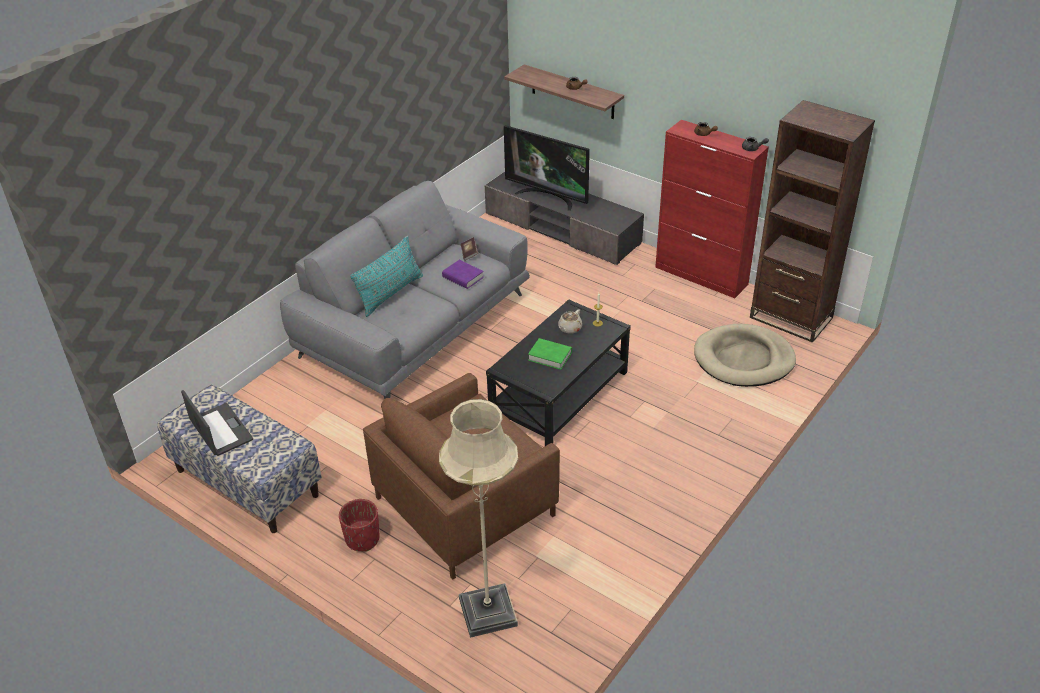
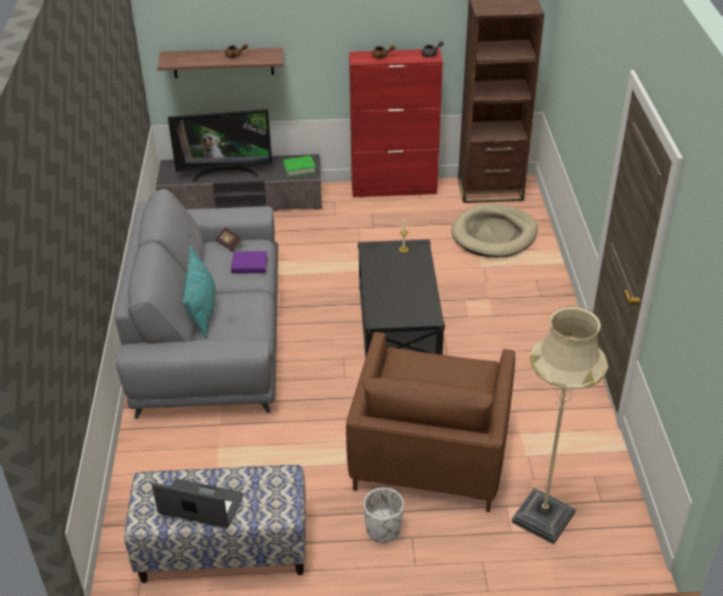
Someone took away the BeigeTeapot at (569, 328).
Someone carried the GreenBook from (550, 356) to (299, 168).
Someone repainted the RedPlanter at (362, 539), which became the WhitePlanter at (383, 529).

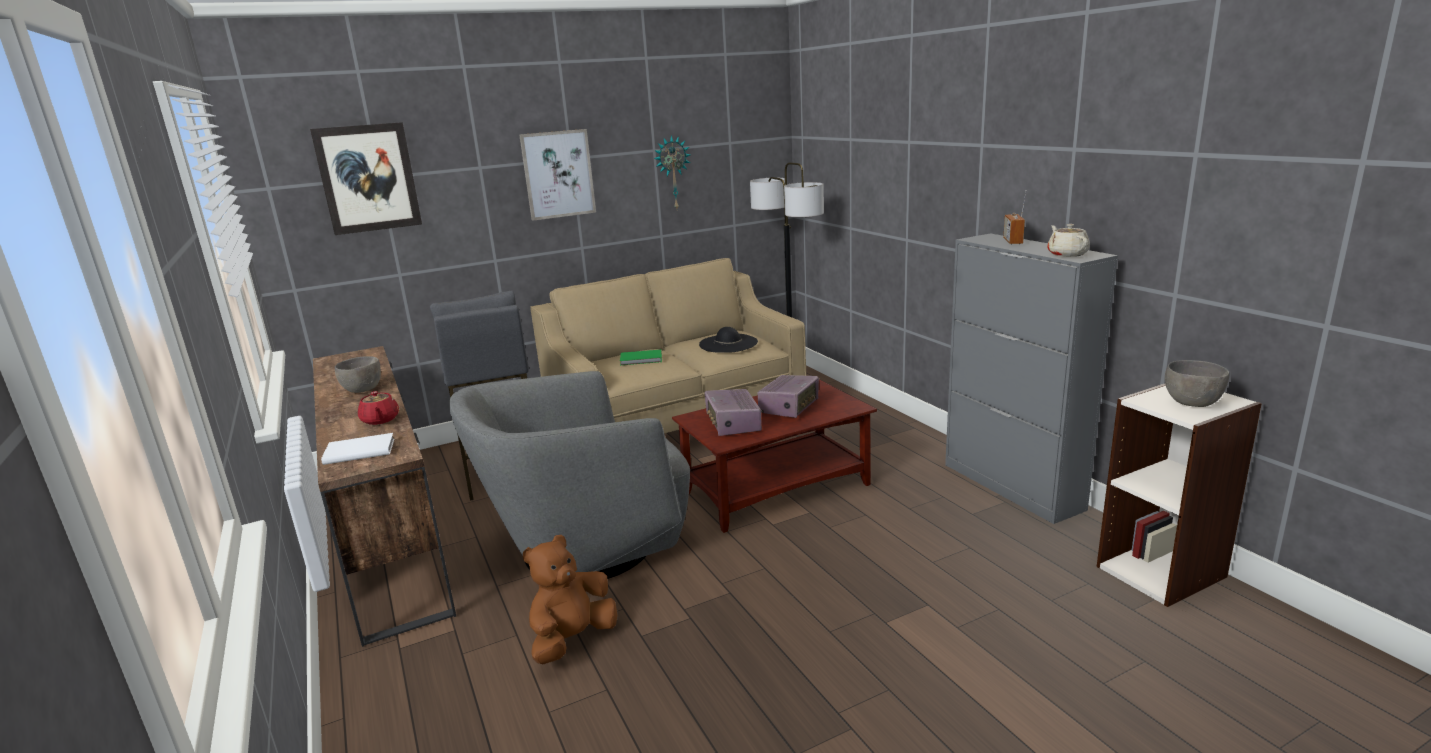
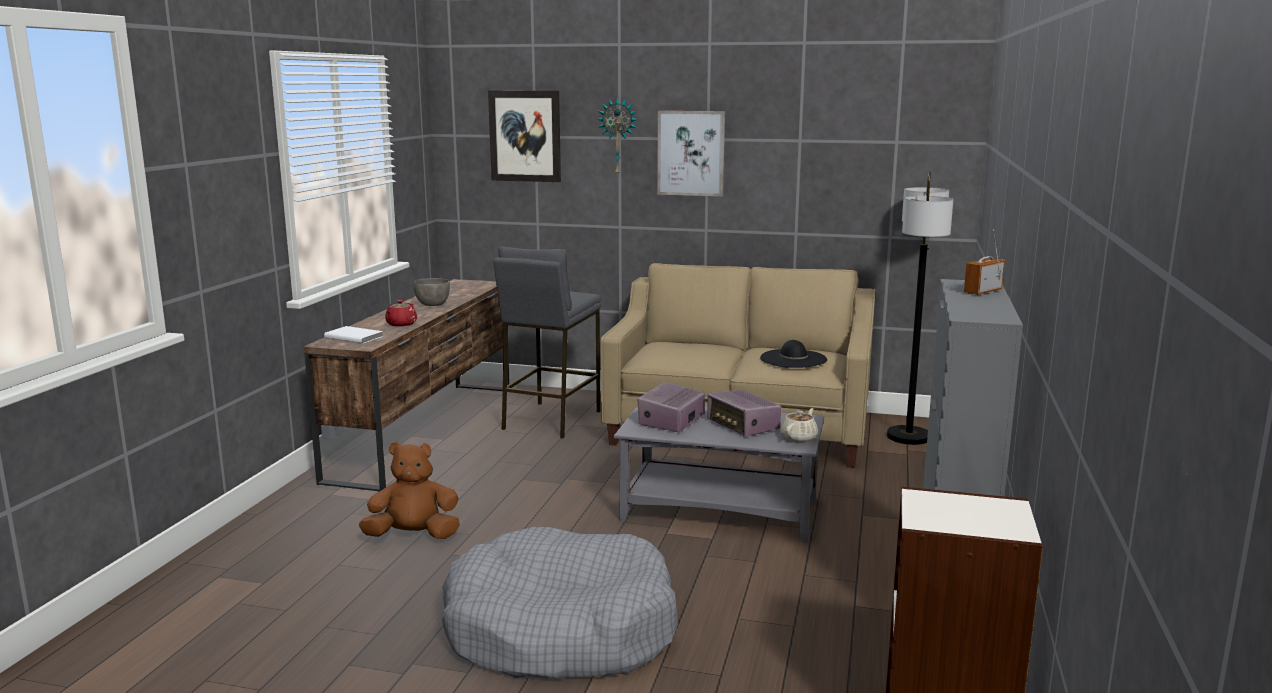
Someone took away the GreyArmchair at (585, 547).
Someone took away the GreenBook at (641, 359).
Someone took away the GreyBowl at (1191, 403).
Someone put down the GreyDogBed at (560, 630).
Someone carried the WallClock from (672, 173) to (618, 137).
Someone carried the BeigeTeapot from (1066, 254) to (799, 438).
Someone repainted the BrownCoffeeTable at (777, 488), which became the GreyCoffeeTable at (721, 511).
Someone rotated the Radio at (789, 407) by 75 degrees clockwise.

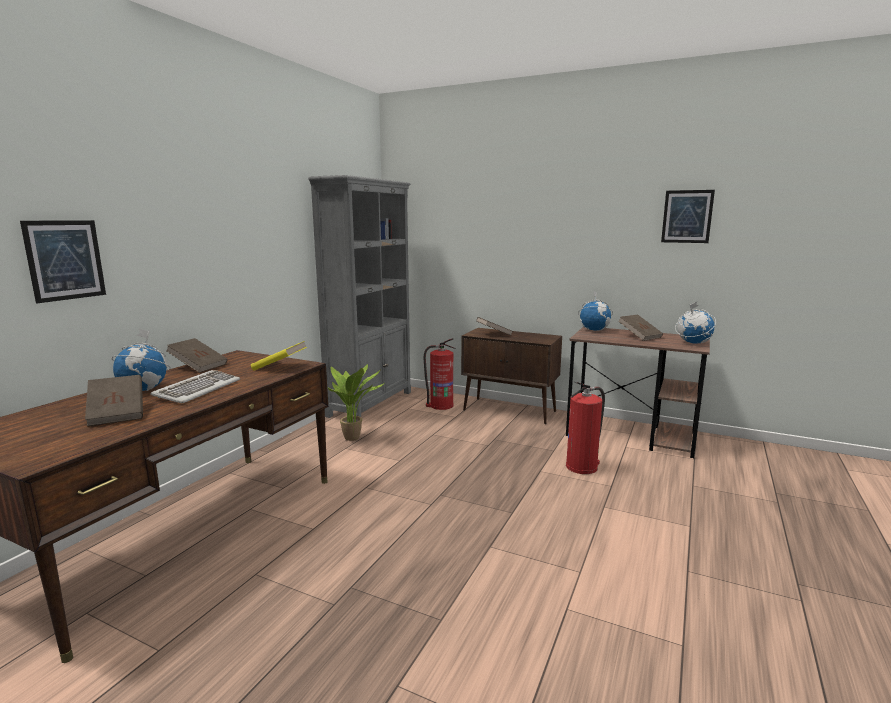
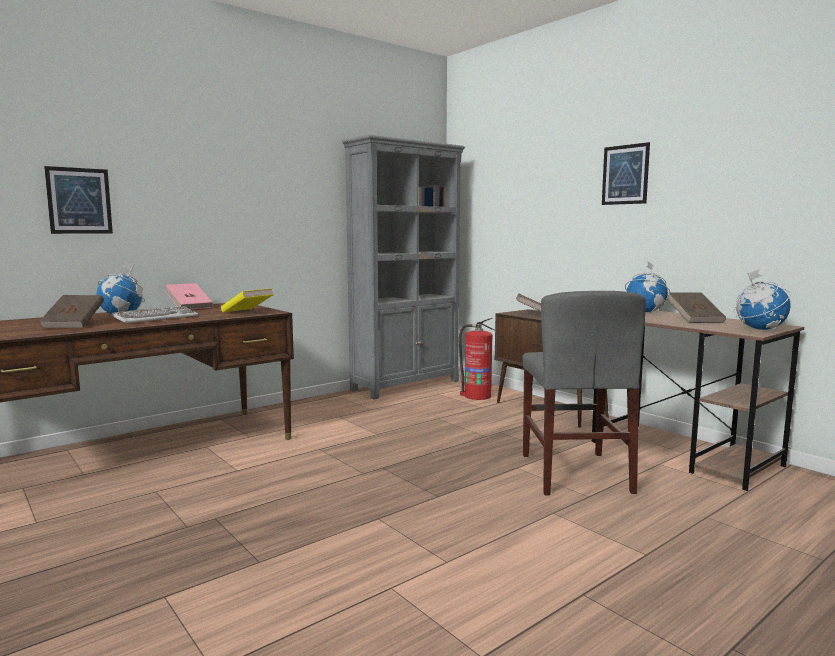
Someone took away the PottedPlant at (354, 438).
Someone carried the Picture from (687, 216) to (625, 174).
Someone swapped the FireExtinguisher at (582, 467) for the GreyChair at (574, 473).
Someone repainted the BrownBook at (198, 366), which became the PinkBook at (189, 307).

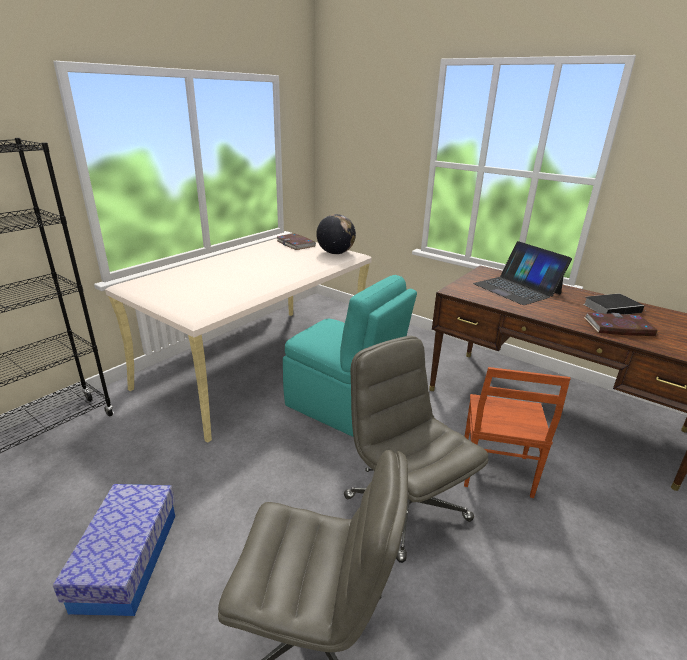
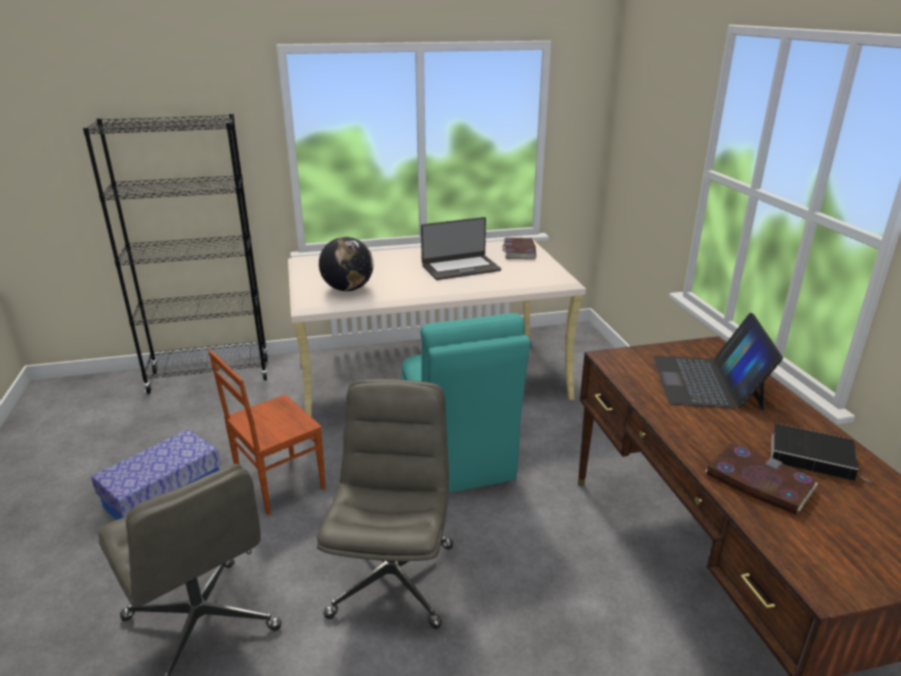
Someone put down the Laptop at (460, 268).
Someone carried the Globe from (335, 253) to (348, 289).
Someone carried the BrownChair from (494, 472) to (278, 483).

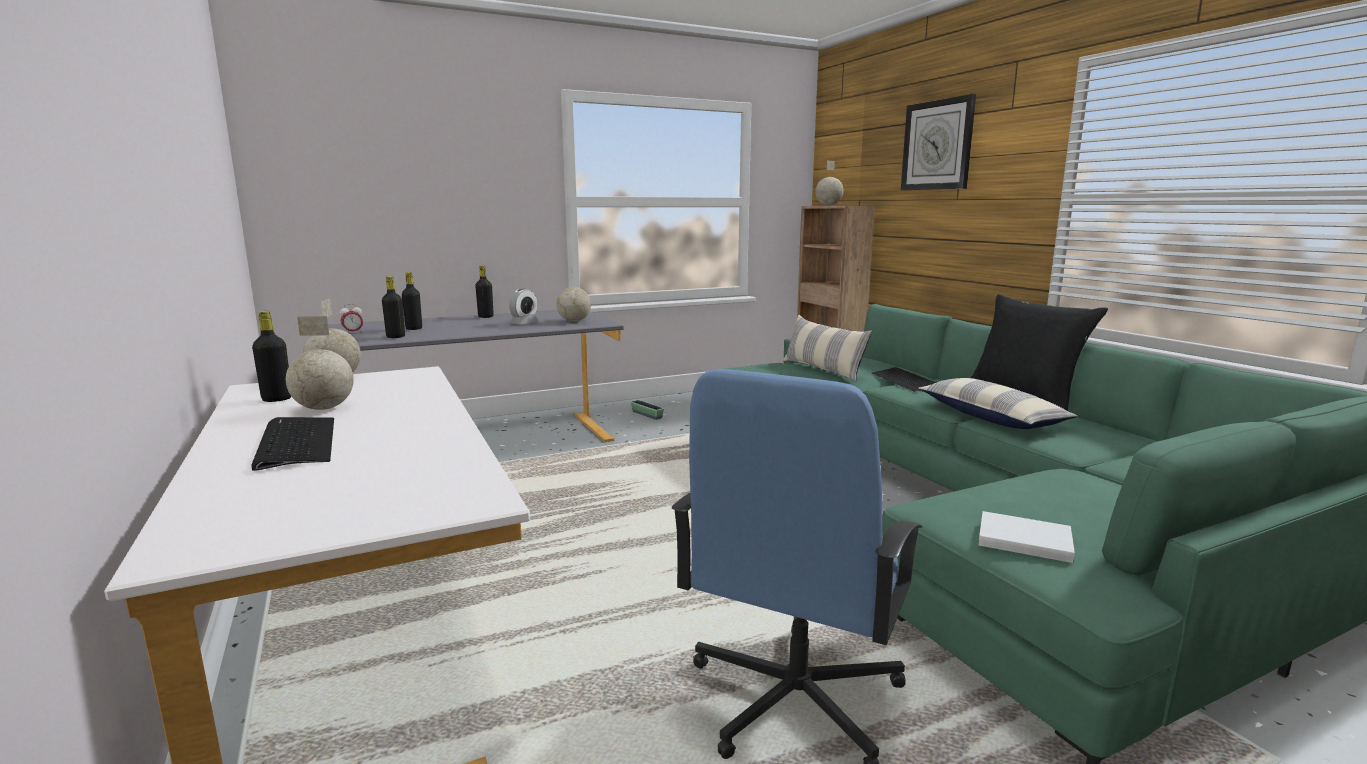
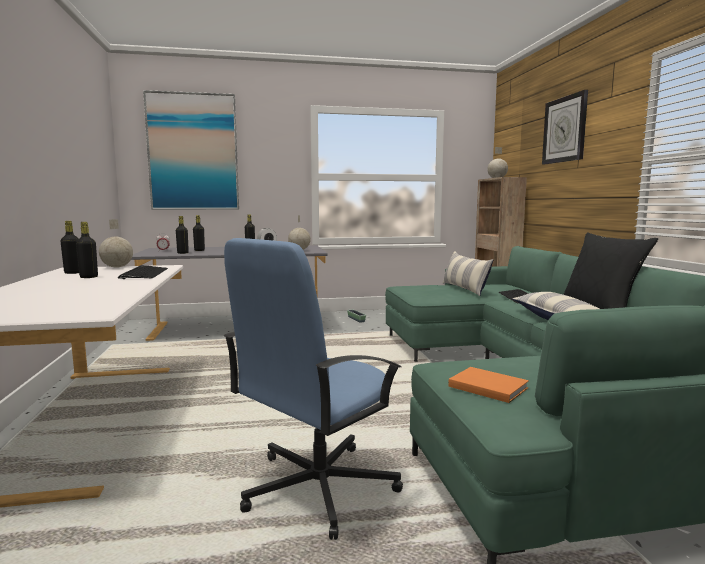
Someone put up the Picture at (193, 152).
Someone carried the Keyboard from (296, 443) to (144, 274).
Someone swapped the Globe at (324, 408) for the BlackBottle at (89, 277).
Someone repainted the WhiteBook at (1021, 539), which became the OrangeBook at (486, 386).

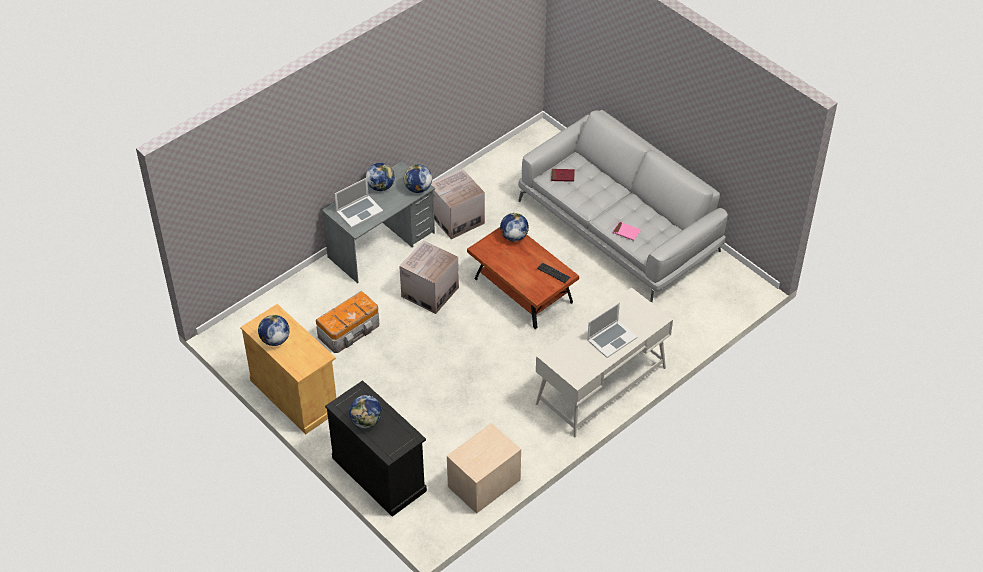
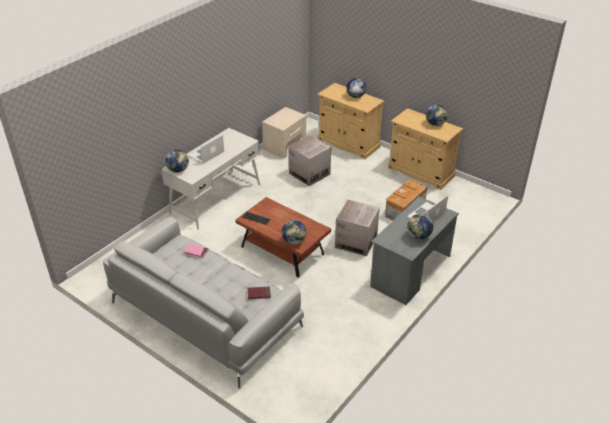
Someone carried the Globe from (418, 188) to (178, 170).
Someone carried the CardboardBox from (457, 219) to (309, 174).
Someone repainted the BlackCabinet at (379, 474), which became the BeigeCabinet at (348, 143).

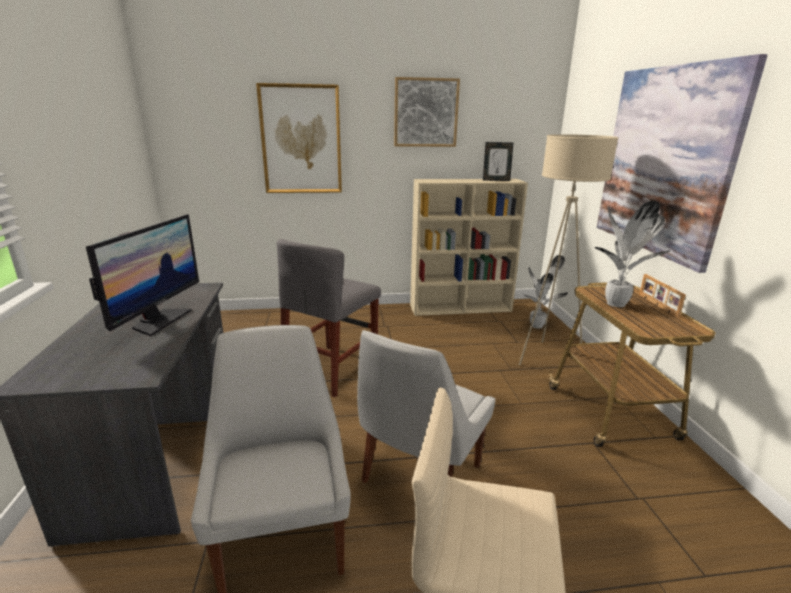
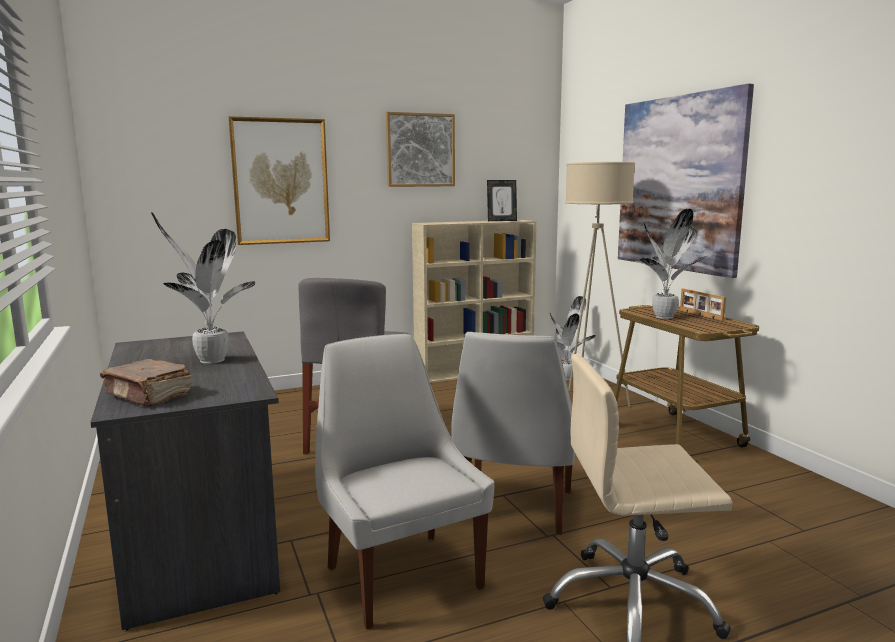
Someone put down the BrownBook at (149, 395).
Someone swapped the Monitor at (158, 320) for the PottedPlant at (209, 360).

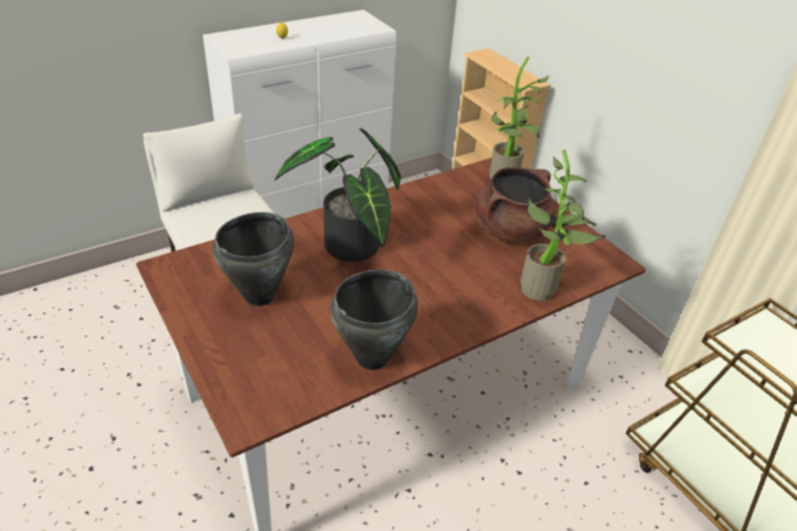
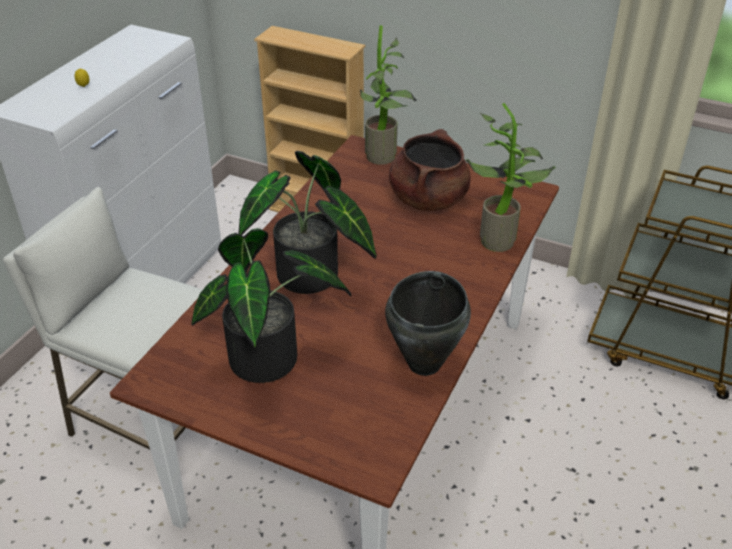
Someone swapped the BlackCookingPot at (260, 296) for the PottedPlant at (271, 361).

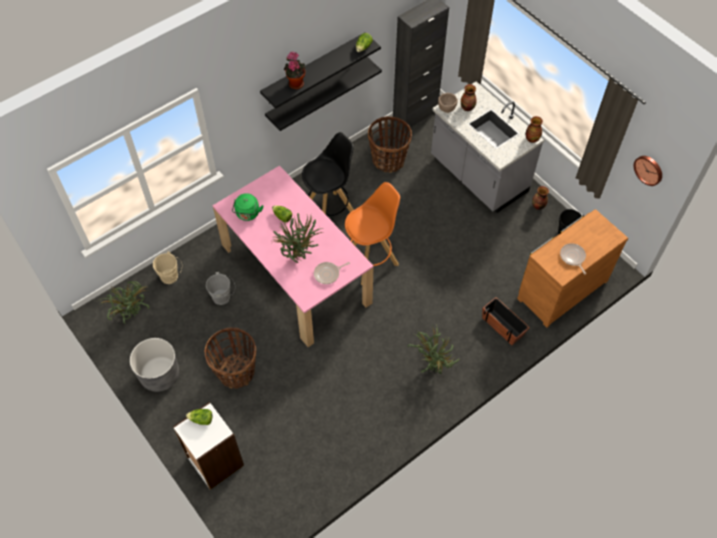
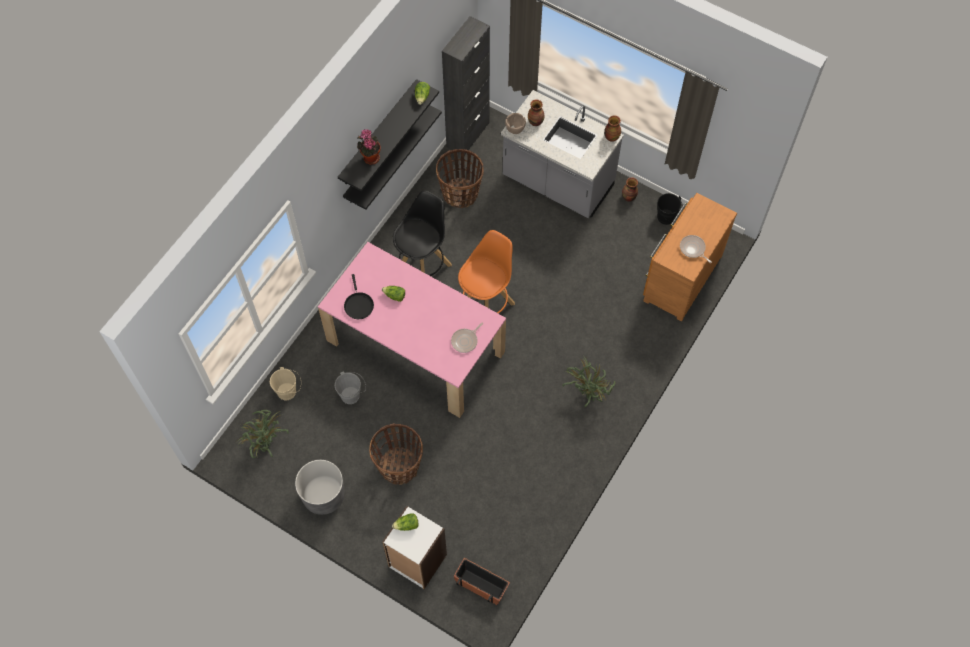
Someone took away the PottedPlant at (299, 256).
Someone took away the WallClock at (649, 169).
Someone carried the Planter from (502, 326) to (481, 585).
Someone swapped the GreenKettle at (247, 214) for the BlackFryingPan at (358, 304).

